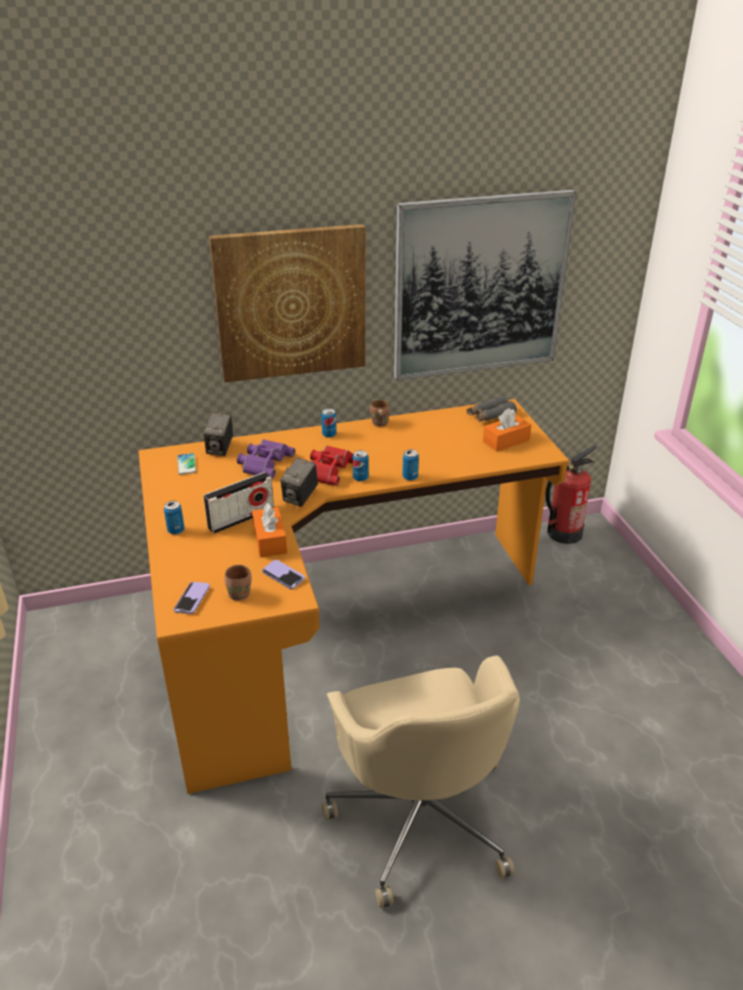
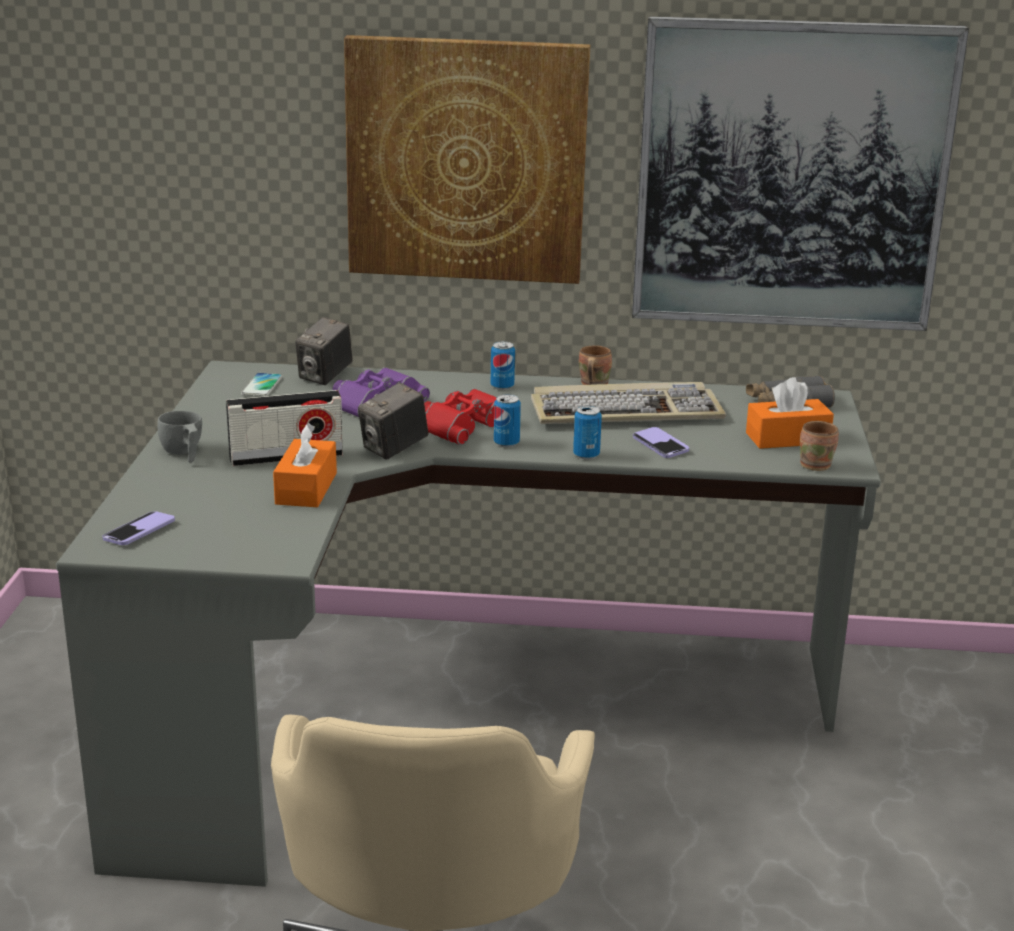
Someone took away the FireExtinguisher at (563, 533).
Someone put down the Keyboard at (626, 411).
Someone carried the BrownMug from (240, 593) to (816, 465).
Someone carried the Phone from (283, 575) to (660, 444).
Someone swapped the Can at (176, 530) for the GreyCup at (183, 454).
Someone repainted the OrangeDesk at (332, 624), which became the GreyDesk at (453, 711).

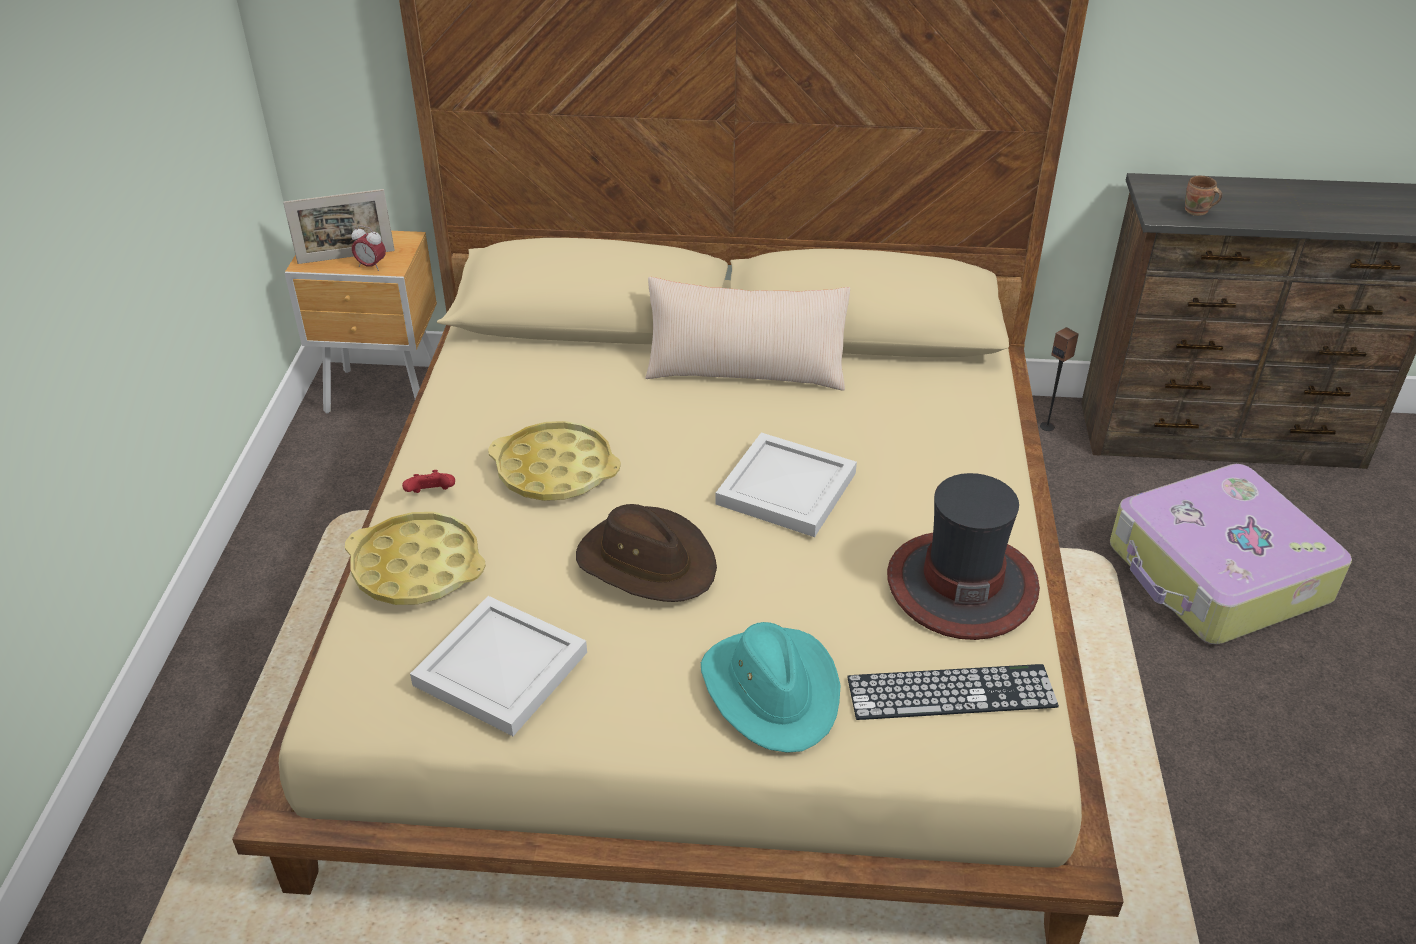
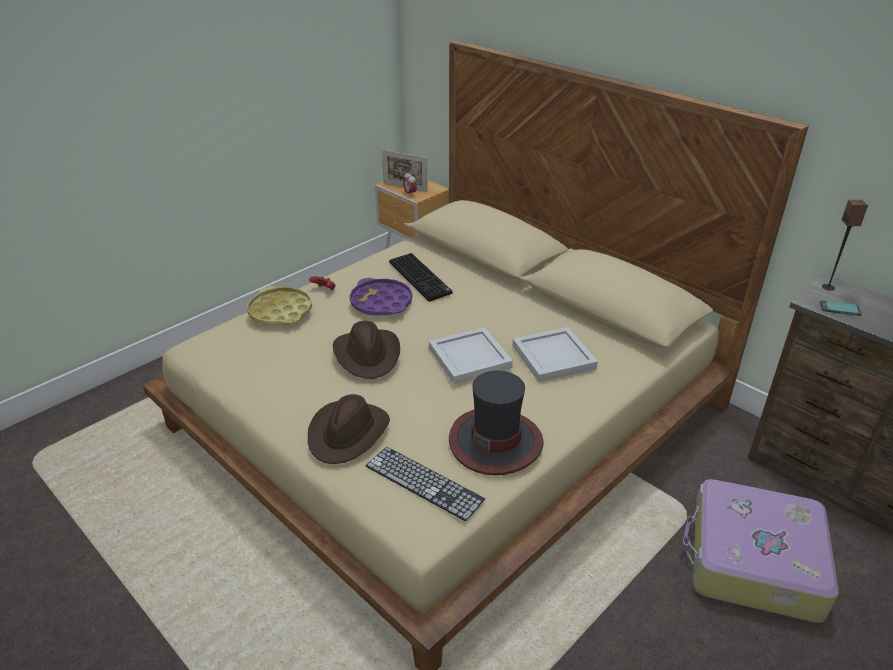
Someone took away the BeigePillow at (745, 371).
Someone put down the Keyboard at (421, 278).
Someone carried the WhiteTray from (498, 669) to (552, 356).
Someone carried the Speaker from (1047, 426) to (828, 287).
Someone swapped the BrownMug at (1197, 212) for the Phone at (840, 309).
Someone repainted the YellowTray at (555, 470), which became the PurpleTray at (381, 302).
Someone repainted the TurquoiseHat at (772, 690), which became the BrownHat at (348, 433).

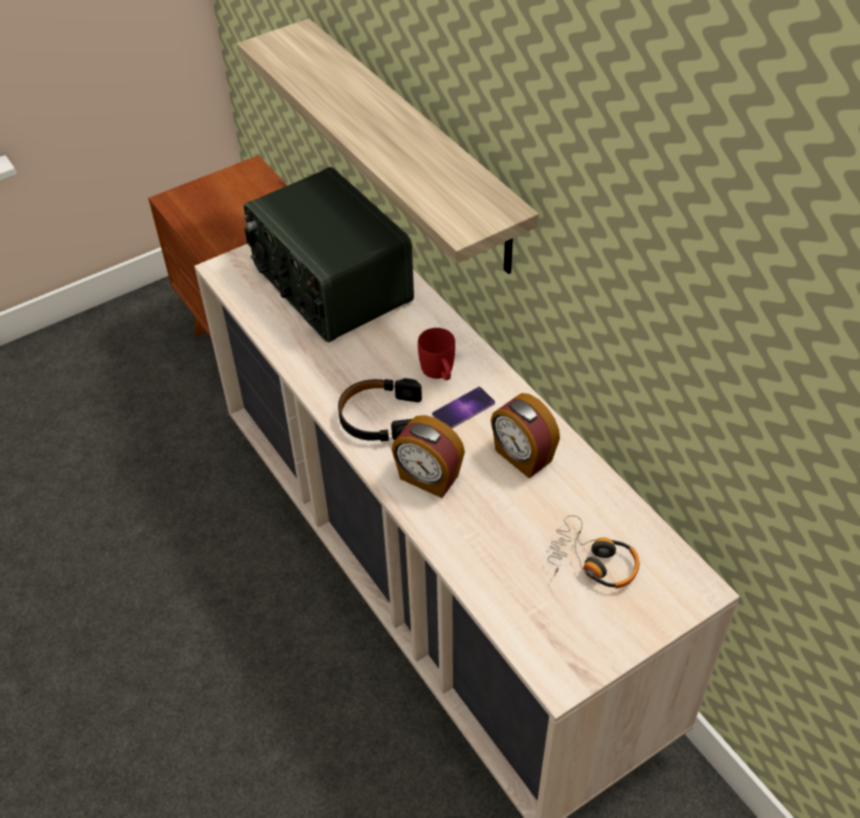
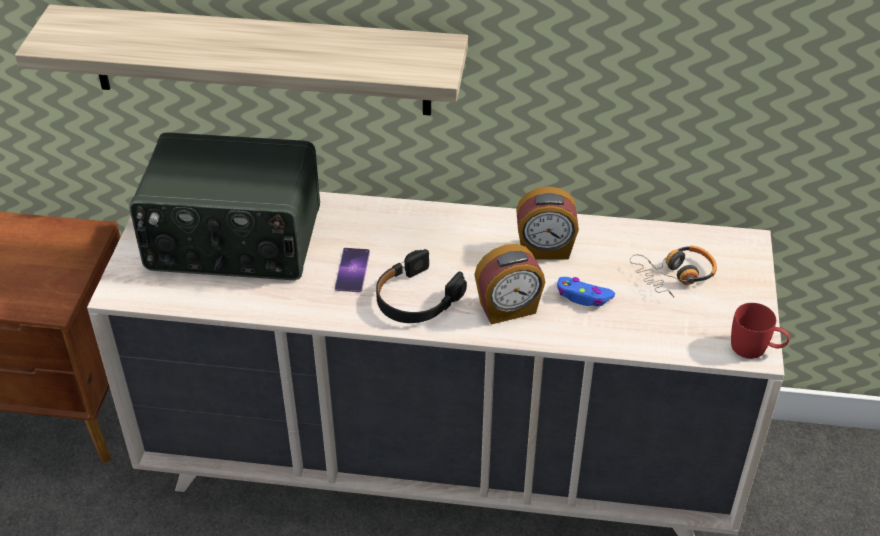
Someone put down the BlueGameController at (583, 296).
Someone carried the RedMug from (439, 373) to (756, 349).
Someone carried the Phone from (463, 408) to (352, 270).

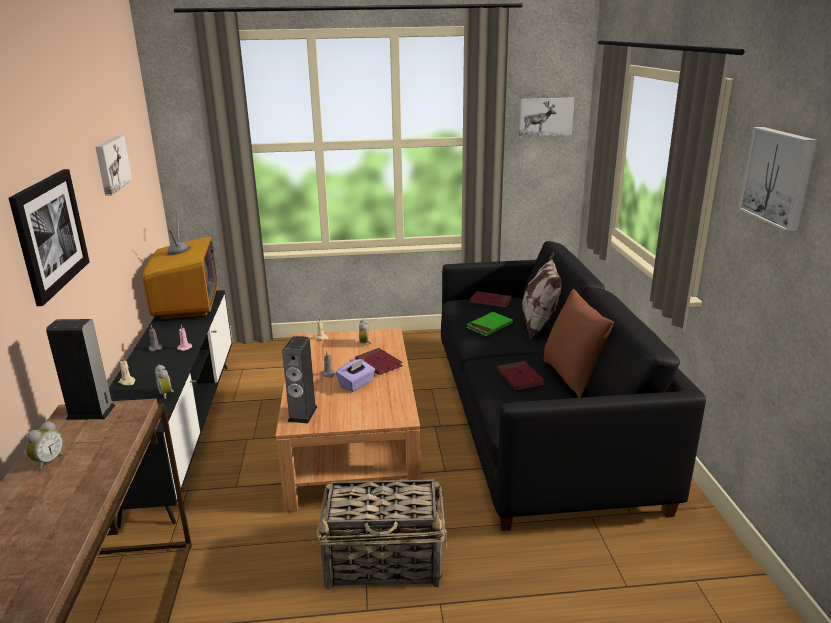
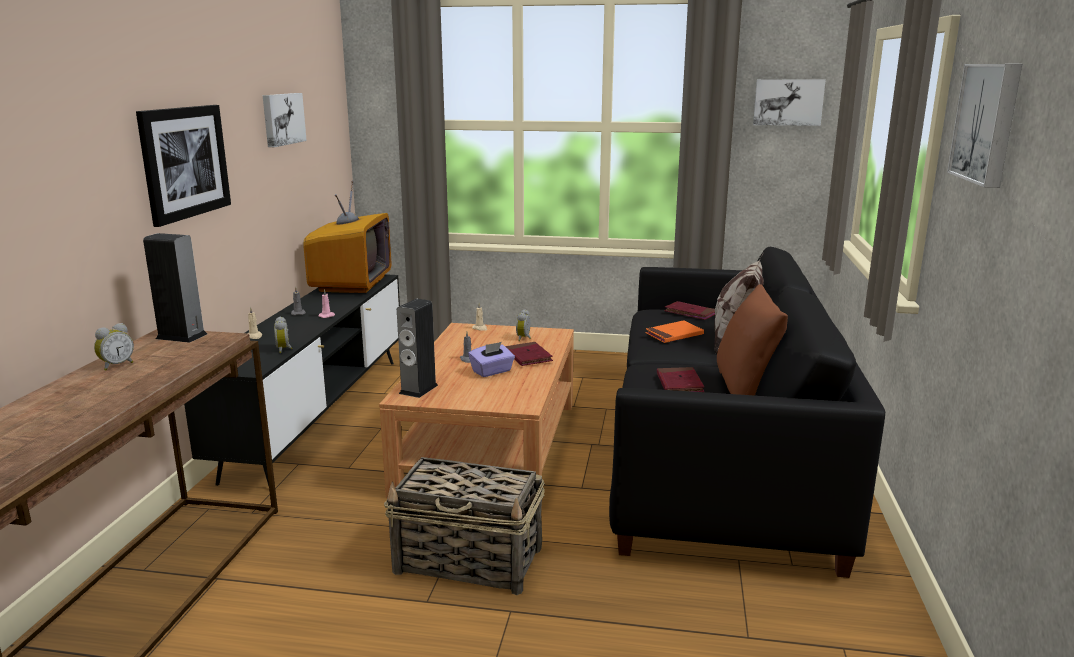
Someone repainted the GreenBook at (489, 326), which became the OrangeBook at (674, 334).

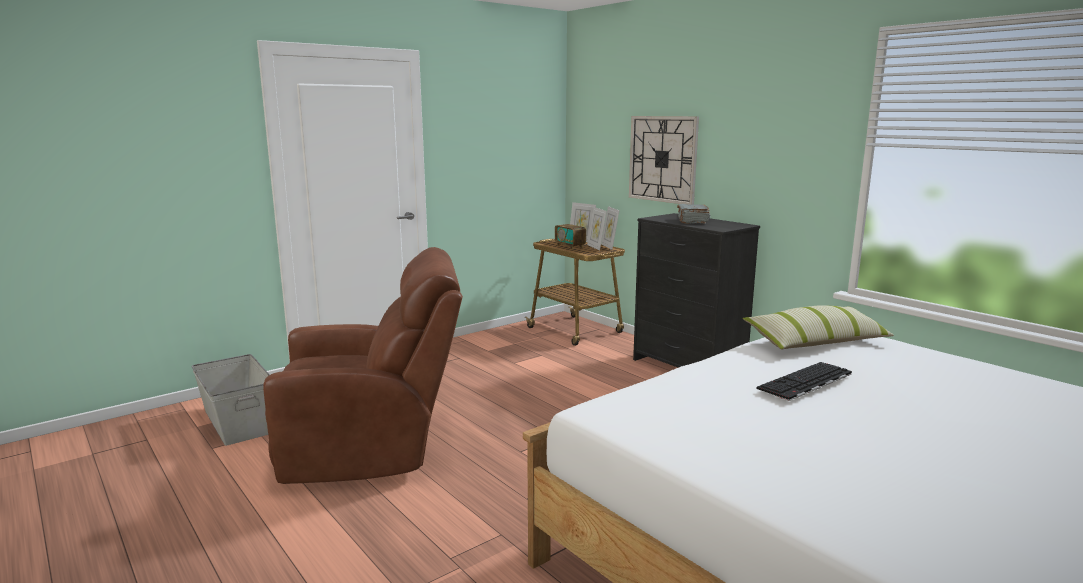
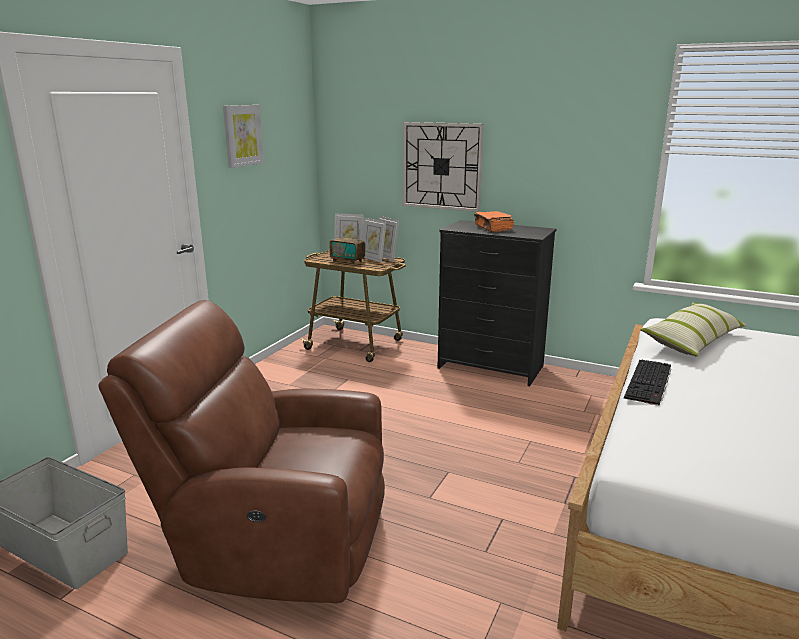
Someone put up the Picture at (242, 135).
Someone carried the Keyboard from (806, 382) to (650, 382).
Someone repainted the GreyBook at (692, 221), which became the OrangeBook at (493, 228).
Someone rotated the BrownArmchair at (373, 449) by 135 degrees counterclockwise.

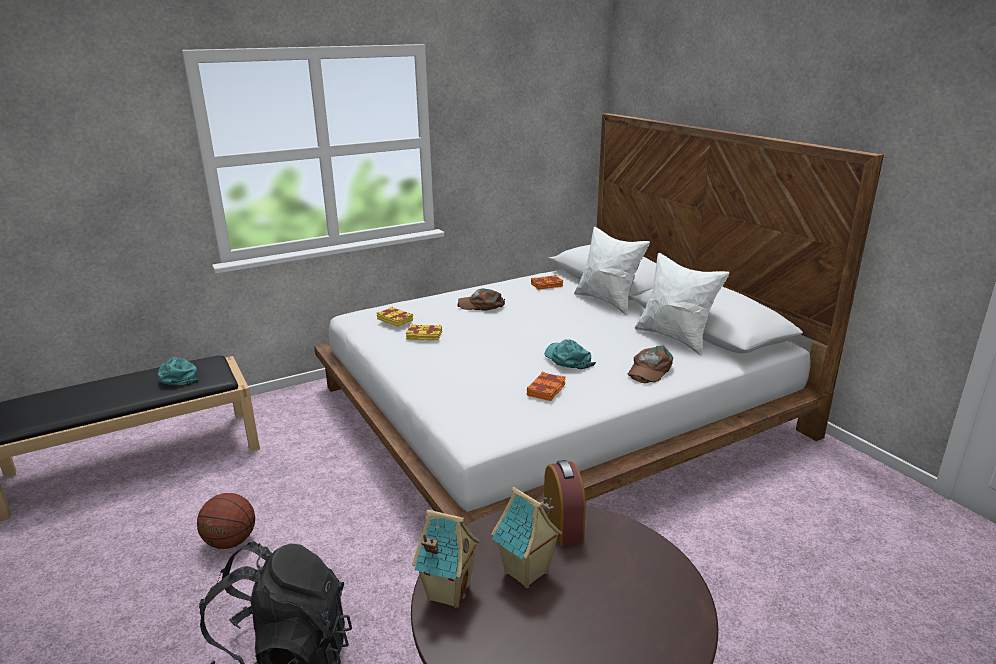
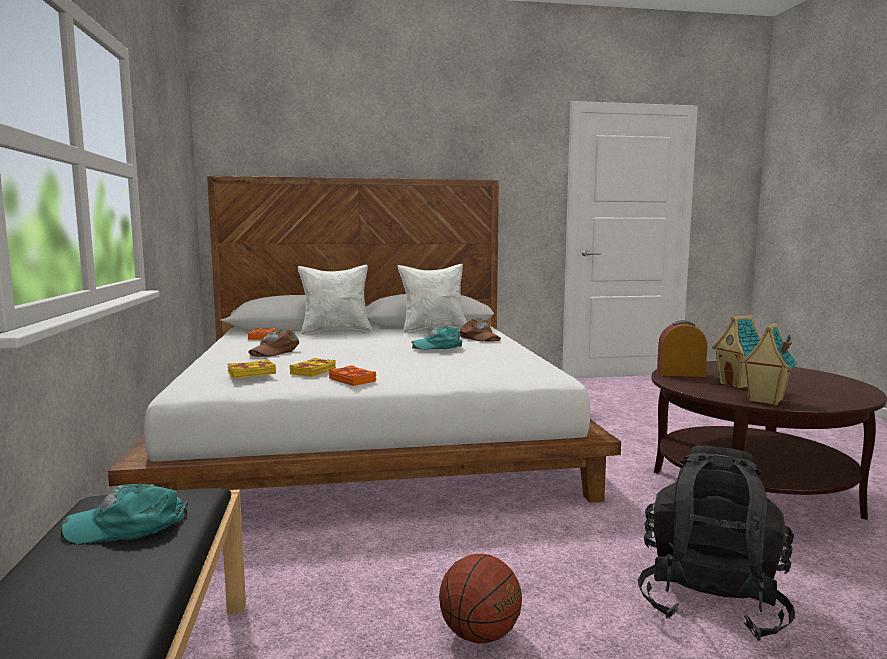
Someone carried the OrangeBook from (546, 390) to (353, 380).

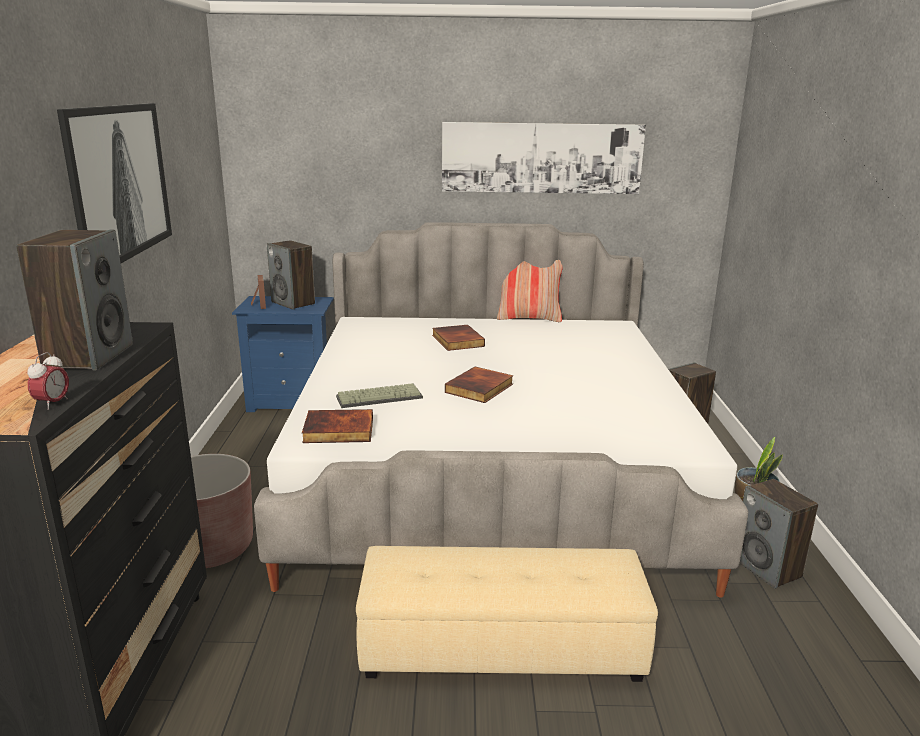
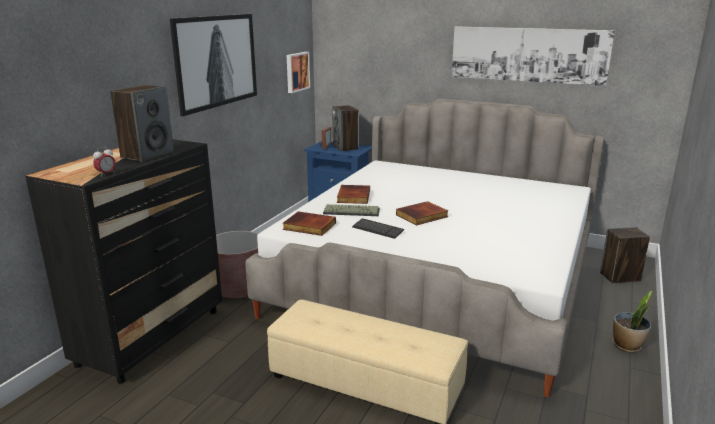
Someone took away the Pillow at (529, 318).
Someone took away the Speaker at (767, 568).
Someone put up the Picture at (296, 72).
Someone put down the Keyboard at (377, 229).
Someone carried the Book from (456, 341) to (353, 196).

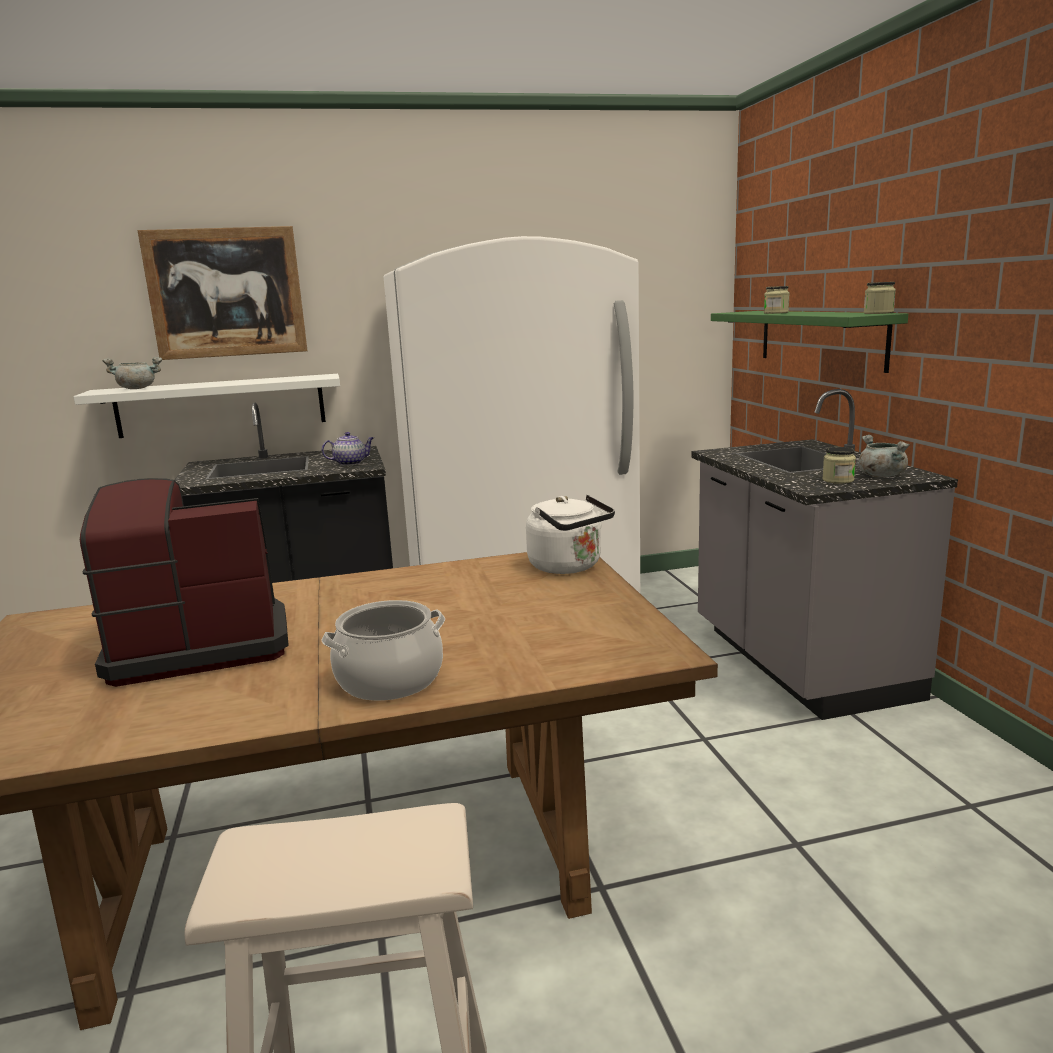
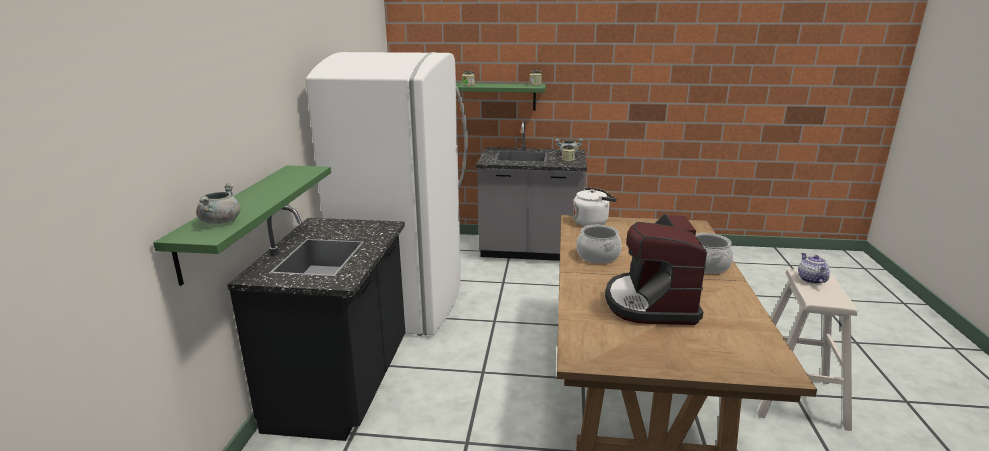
Someone took away the Picture at (226, 293).
Someone put down the CookingPot at (598, 256).
Someone carried the Teapot from (351, 463) to (810, 279).
Someone repainted the WhiteShelf at (221, 405), which became the GreenShelf at (236, 219).

